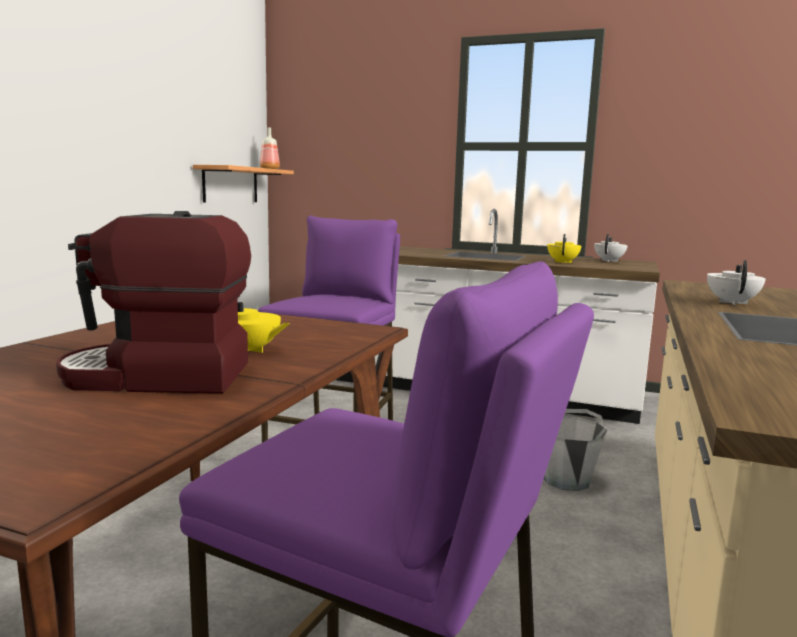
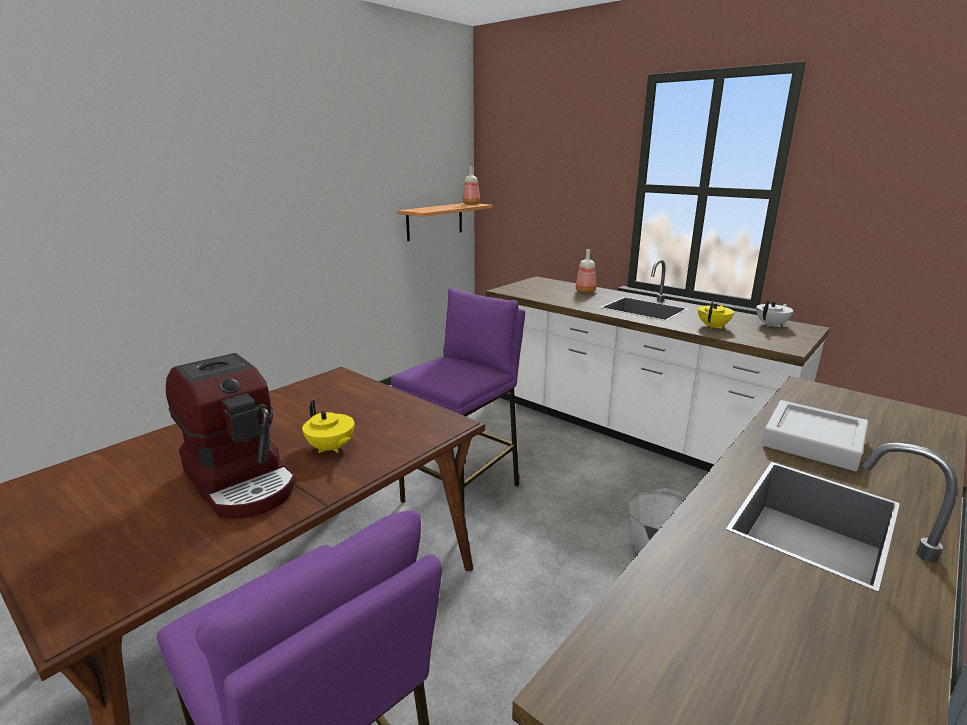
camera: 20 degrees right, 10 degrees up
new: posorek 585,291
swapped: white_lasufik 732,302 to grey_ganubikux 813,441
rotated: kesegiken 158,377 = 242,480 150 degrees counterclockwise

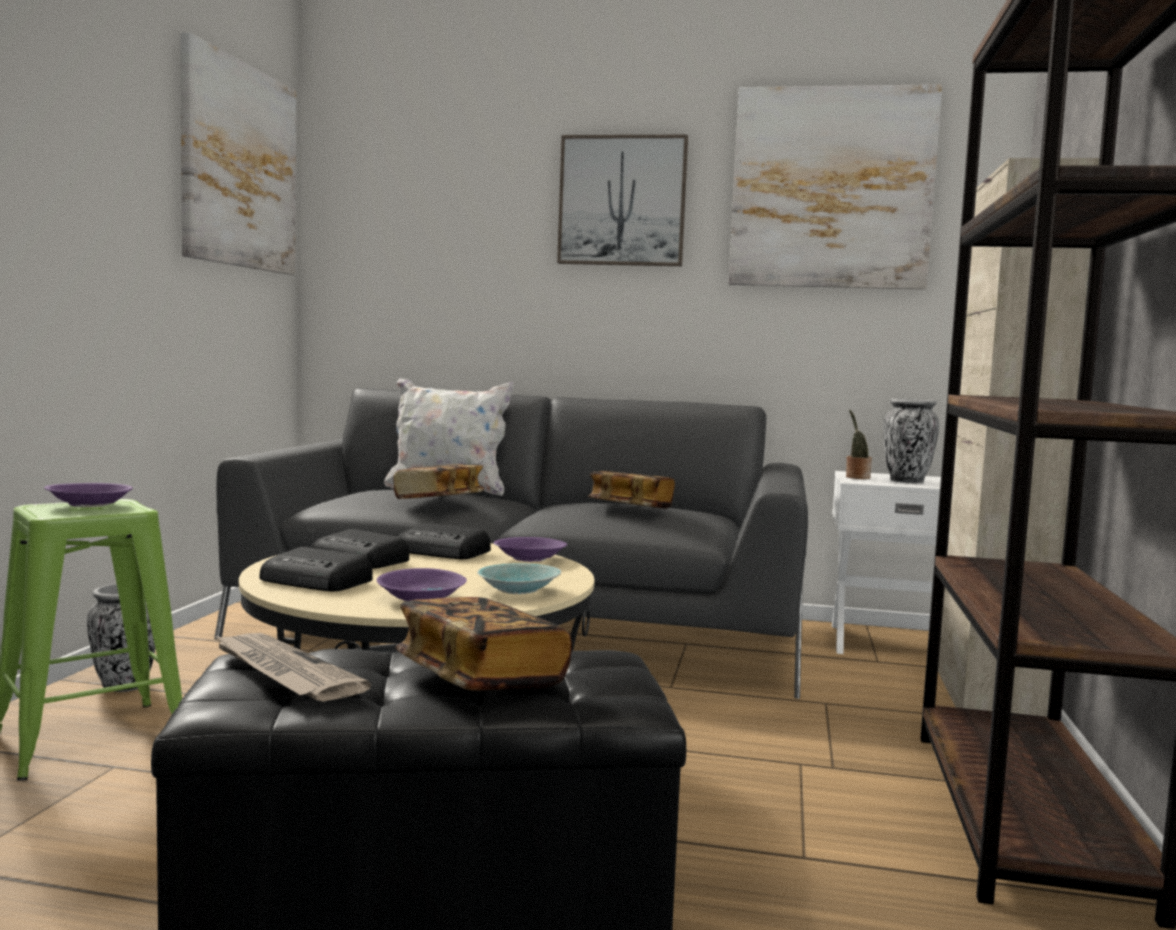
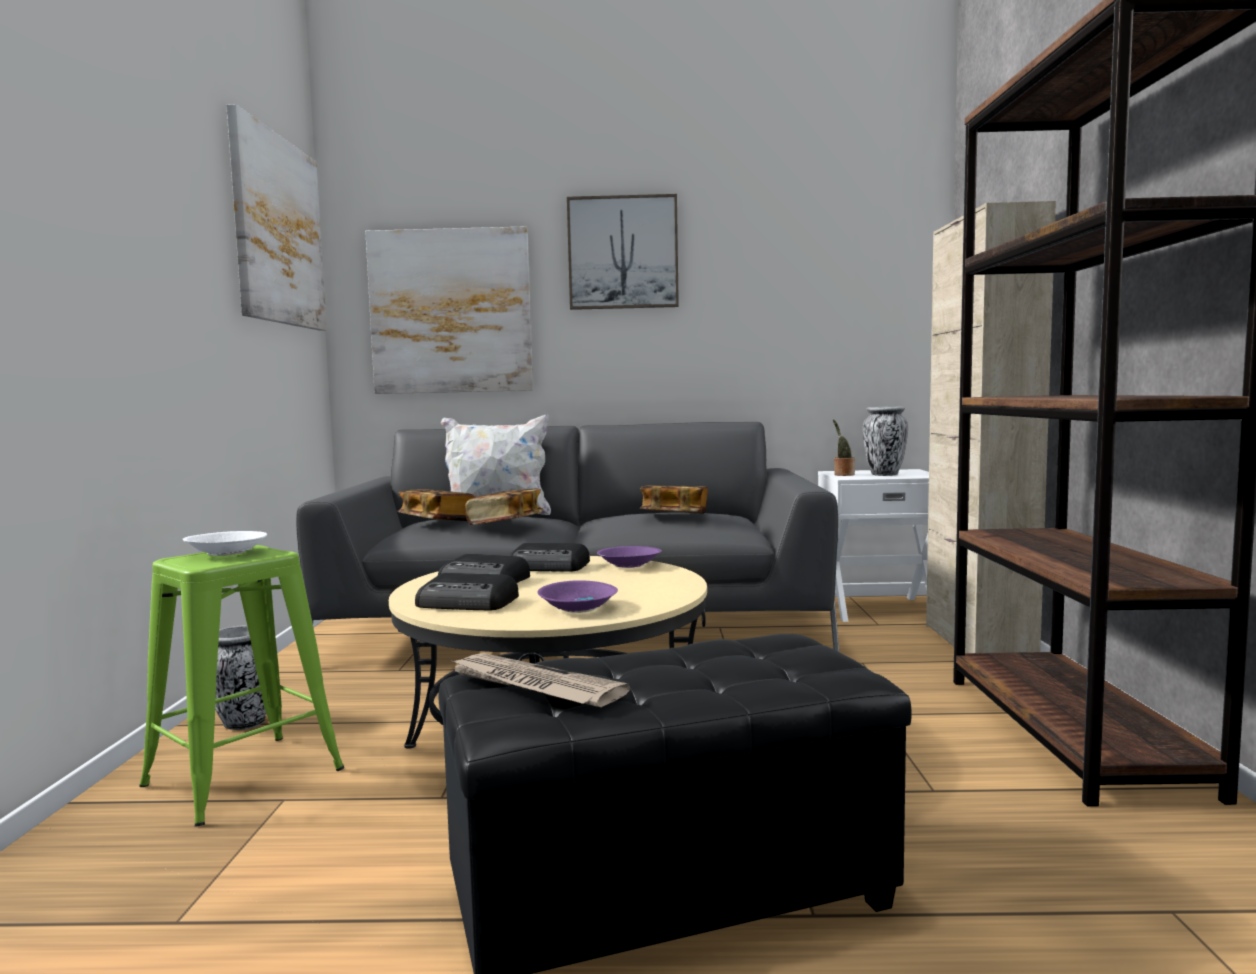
camera: 10 degrees left, 0 degrees up
gone: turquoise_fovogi 517,591
shifted: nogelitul 831,188 to 451,311; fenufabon 480,678 to 437,521
repainted: purple_fovogi 89,505 to white_fovogi 226,553

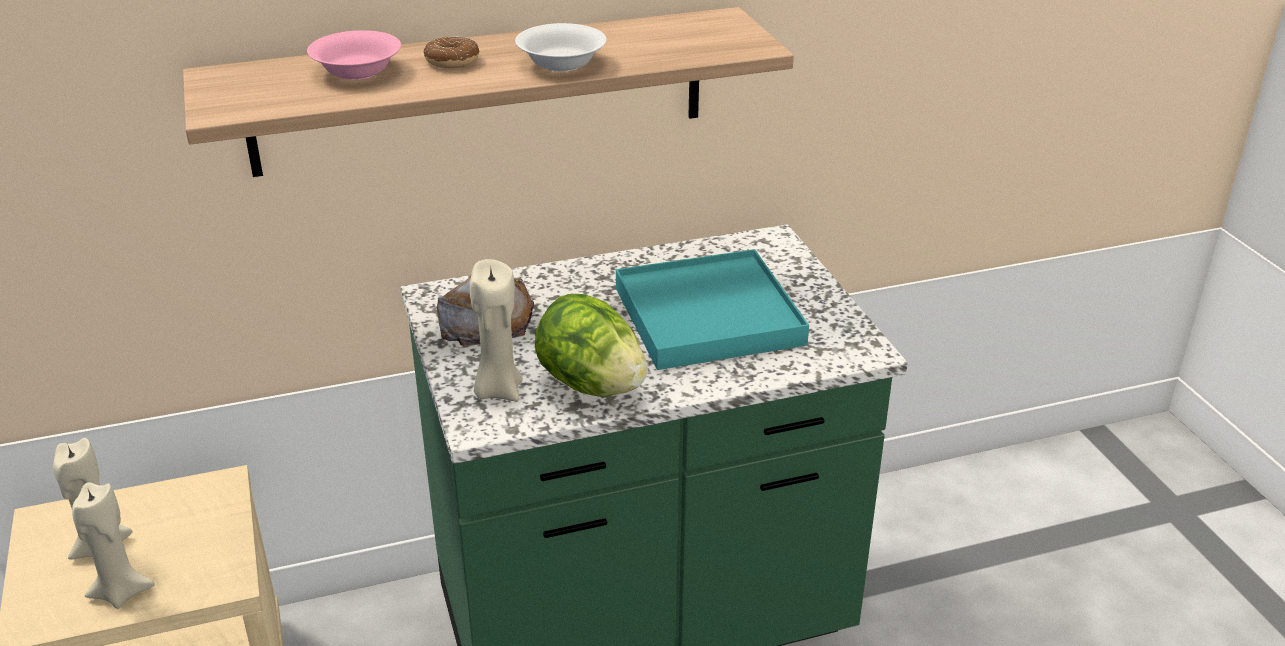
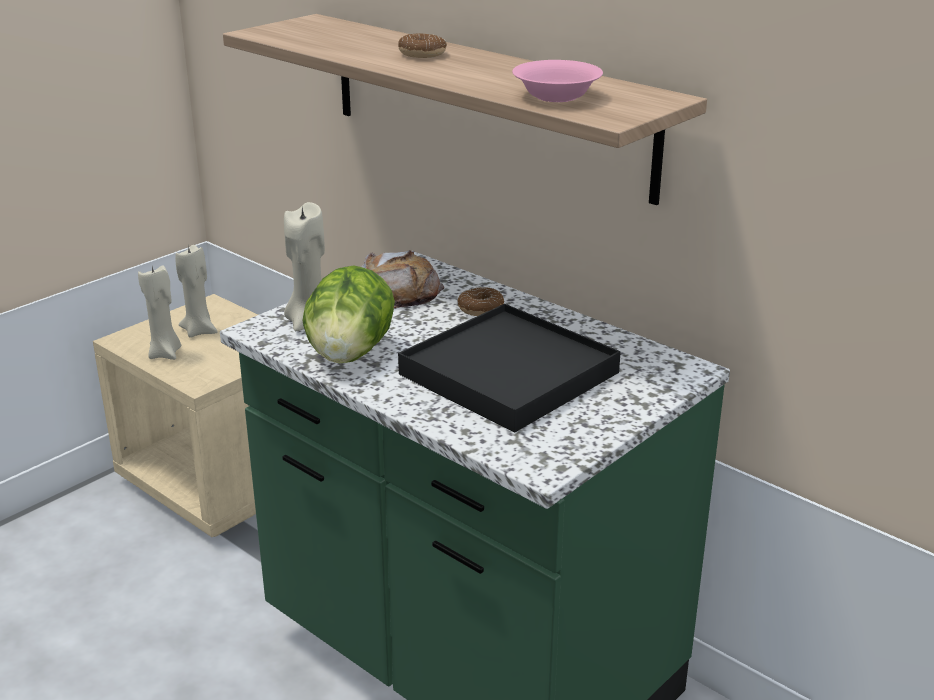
camera: 60 degrees right, 5 degrees down
gone: white_fovogi 561,63
new: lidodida 480,309
shifted: pink_fovogi 358,71 to 557,96
repainted: turquoise_ganubikux 708,316 to black_ganubikux 508,373

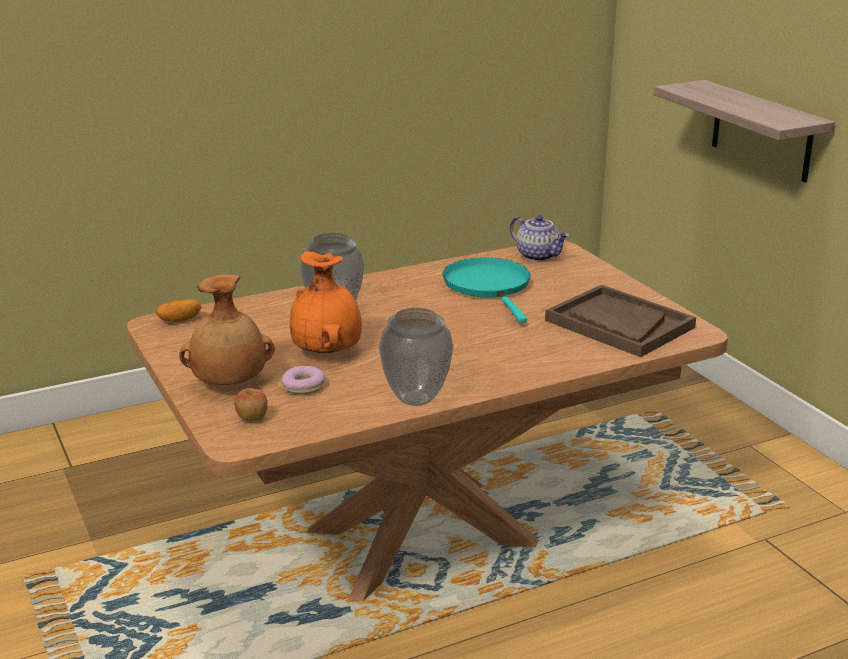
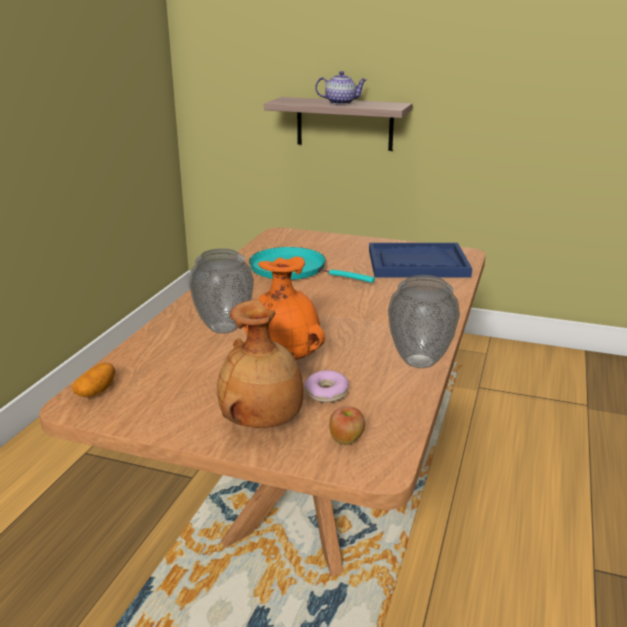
camera: 45 degrees left, 0 degrees up
shifted: lasufik 538,256 to 341,103
repainted: brown_ganubikux 618,324 to blue_ganubikux 417,263

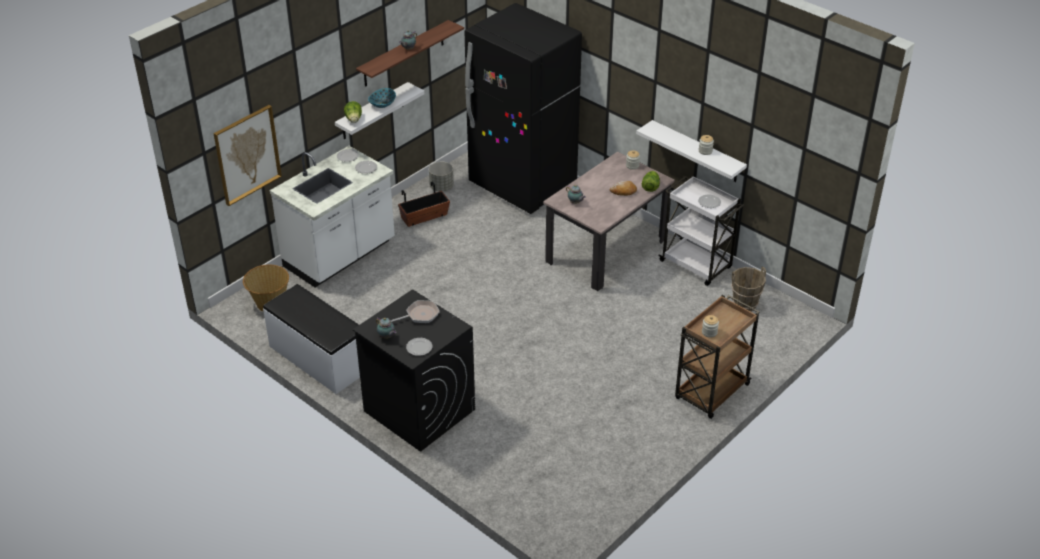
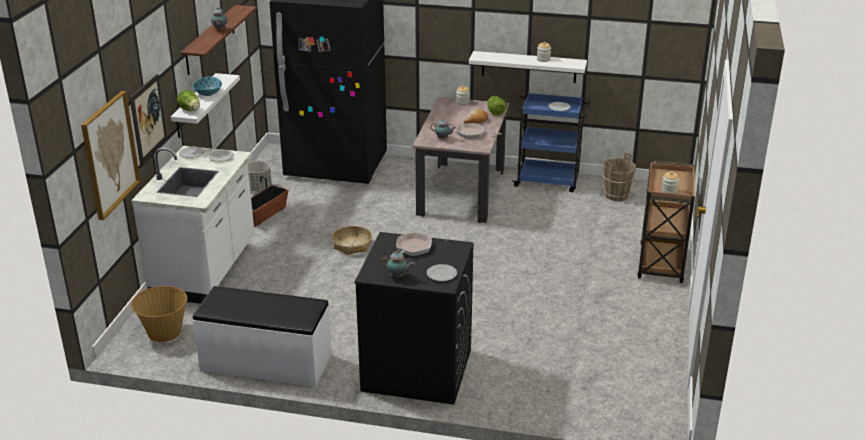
camera: 30 degrees left, 10 degrees down
new: nogelitul 148,118; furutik 473,133; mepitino 352,245
repainted: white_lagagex 696,265 to blue_lagagex 548,181

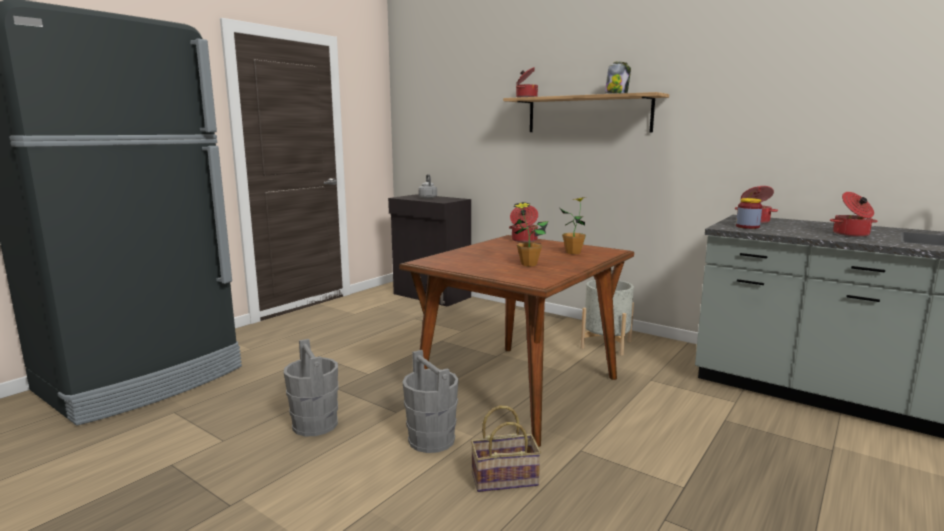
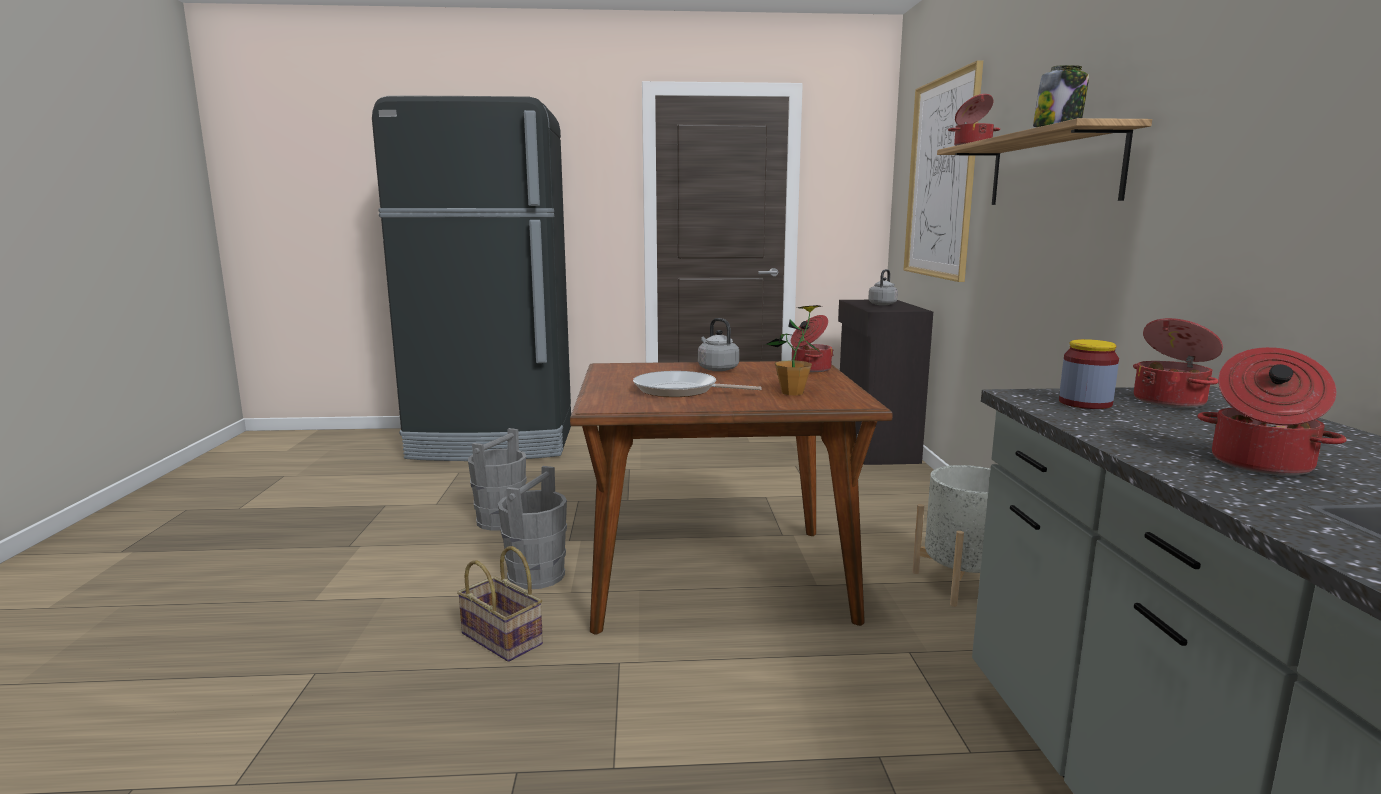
camera: 50 degrees right, 0 degrees up
new: nogelitul 941,179; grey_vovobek 716,369
swapped: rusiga 528,264 to furutik 680,390

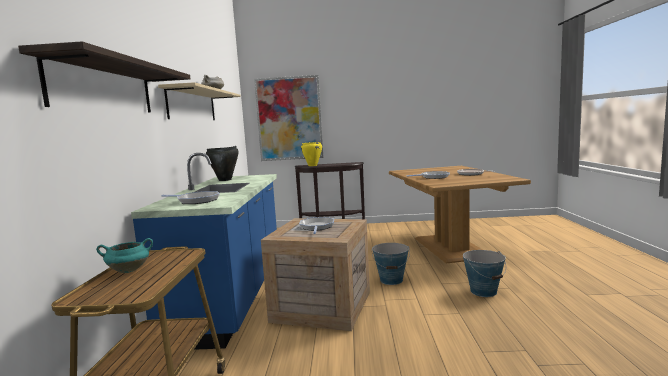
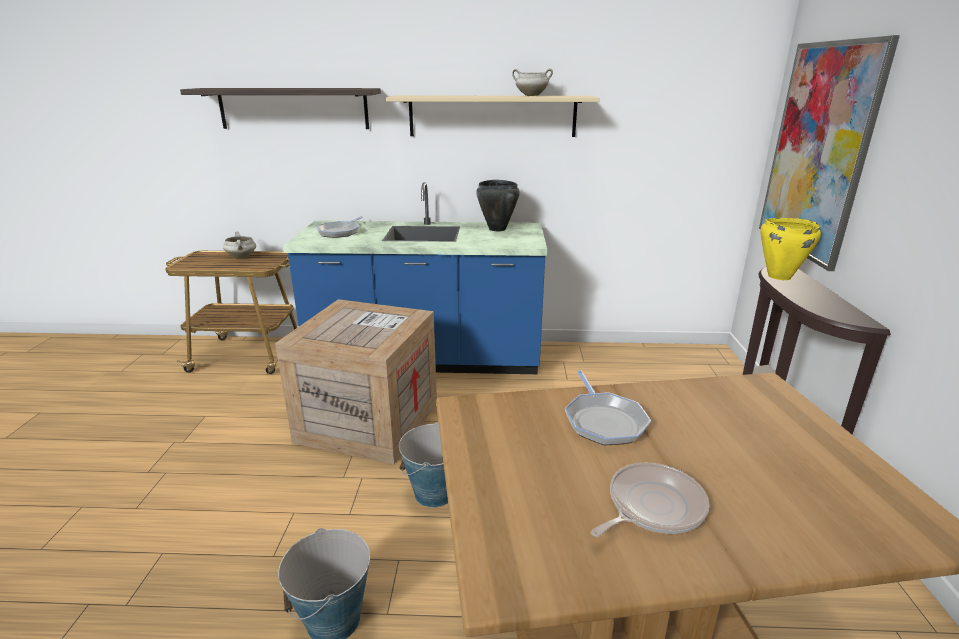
camera: 90 degrees right, 15 degrees up
gone: furutik 317,227
repainted: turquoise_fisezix 129,270 to white_fisezix 242,257

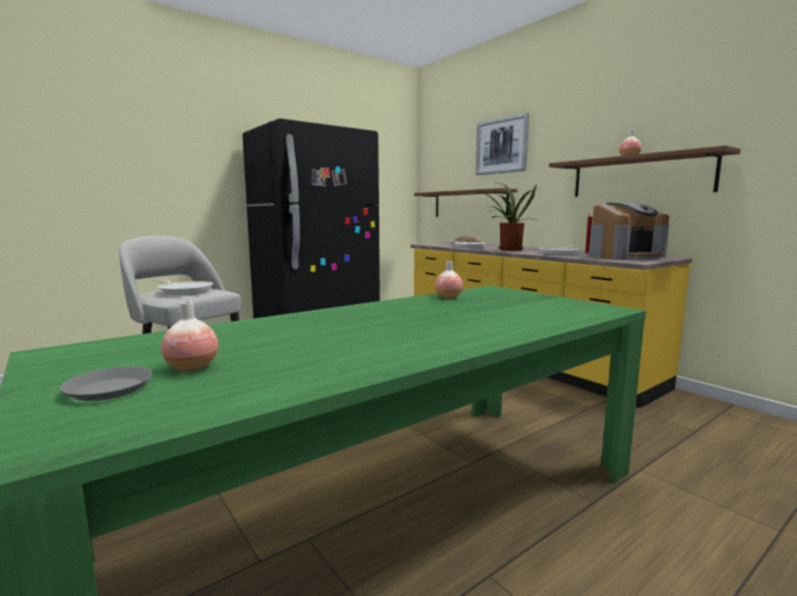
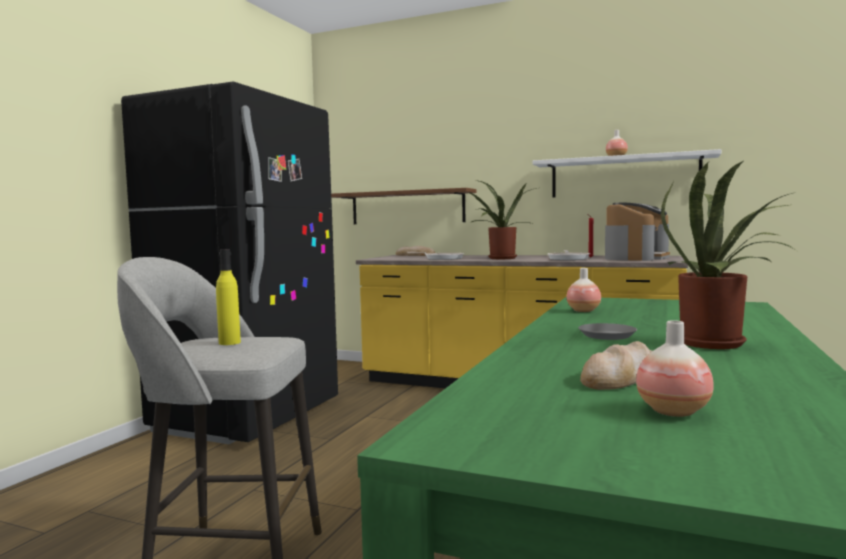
camera: 30 degrees left, 5 degrees down
gone: nogelitul 501,146
new: rusiga 718,344; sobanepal 622,375
shifted: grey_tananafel 109,389 to 607,335
swapped: furutik 184,290 to yellow_posorek 229,343
repainted: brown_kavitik 639,176 to white_kavitik 623,176

